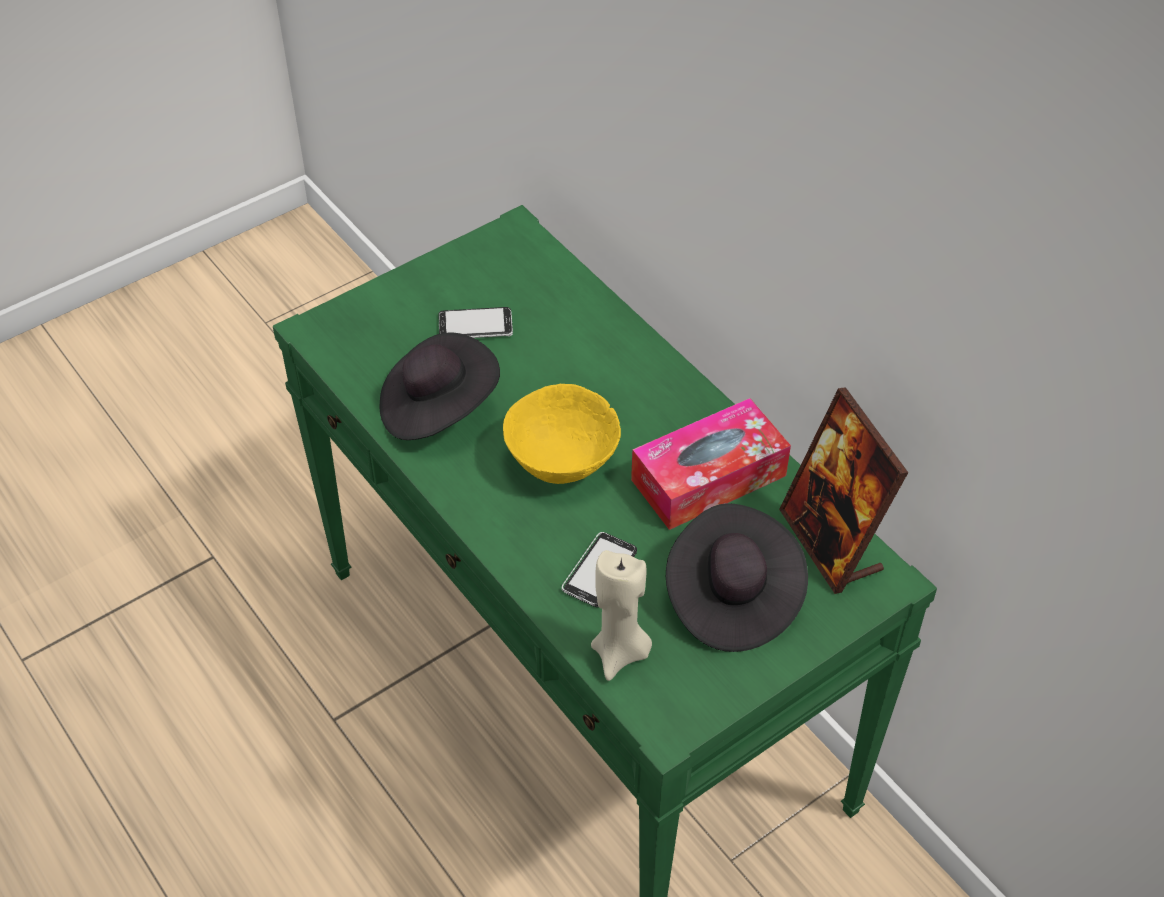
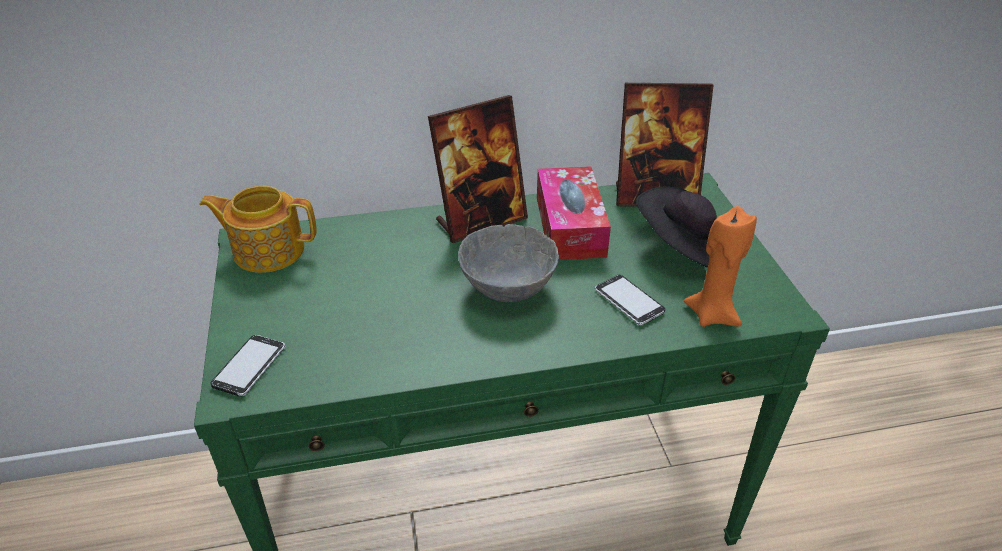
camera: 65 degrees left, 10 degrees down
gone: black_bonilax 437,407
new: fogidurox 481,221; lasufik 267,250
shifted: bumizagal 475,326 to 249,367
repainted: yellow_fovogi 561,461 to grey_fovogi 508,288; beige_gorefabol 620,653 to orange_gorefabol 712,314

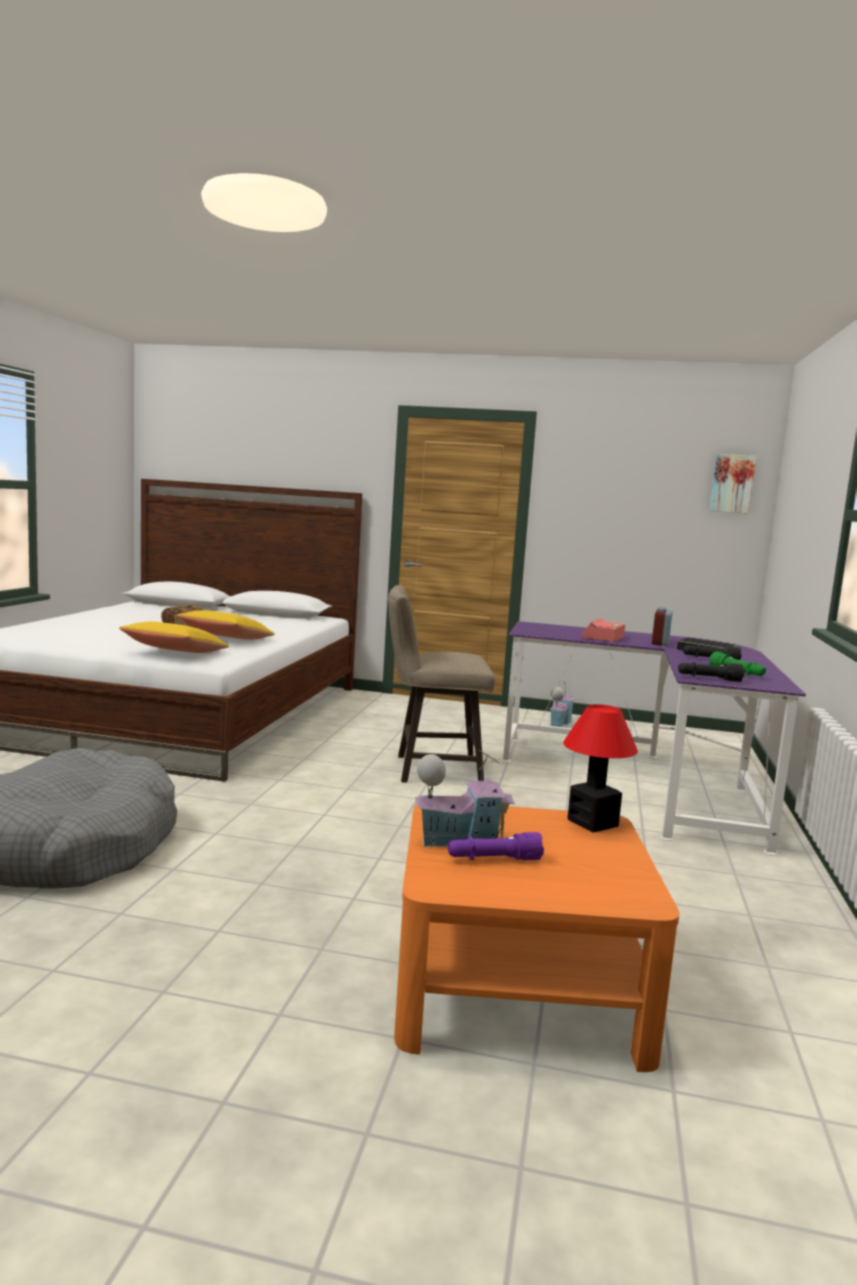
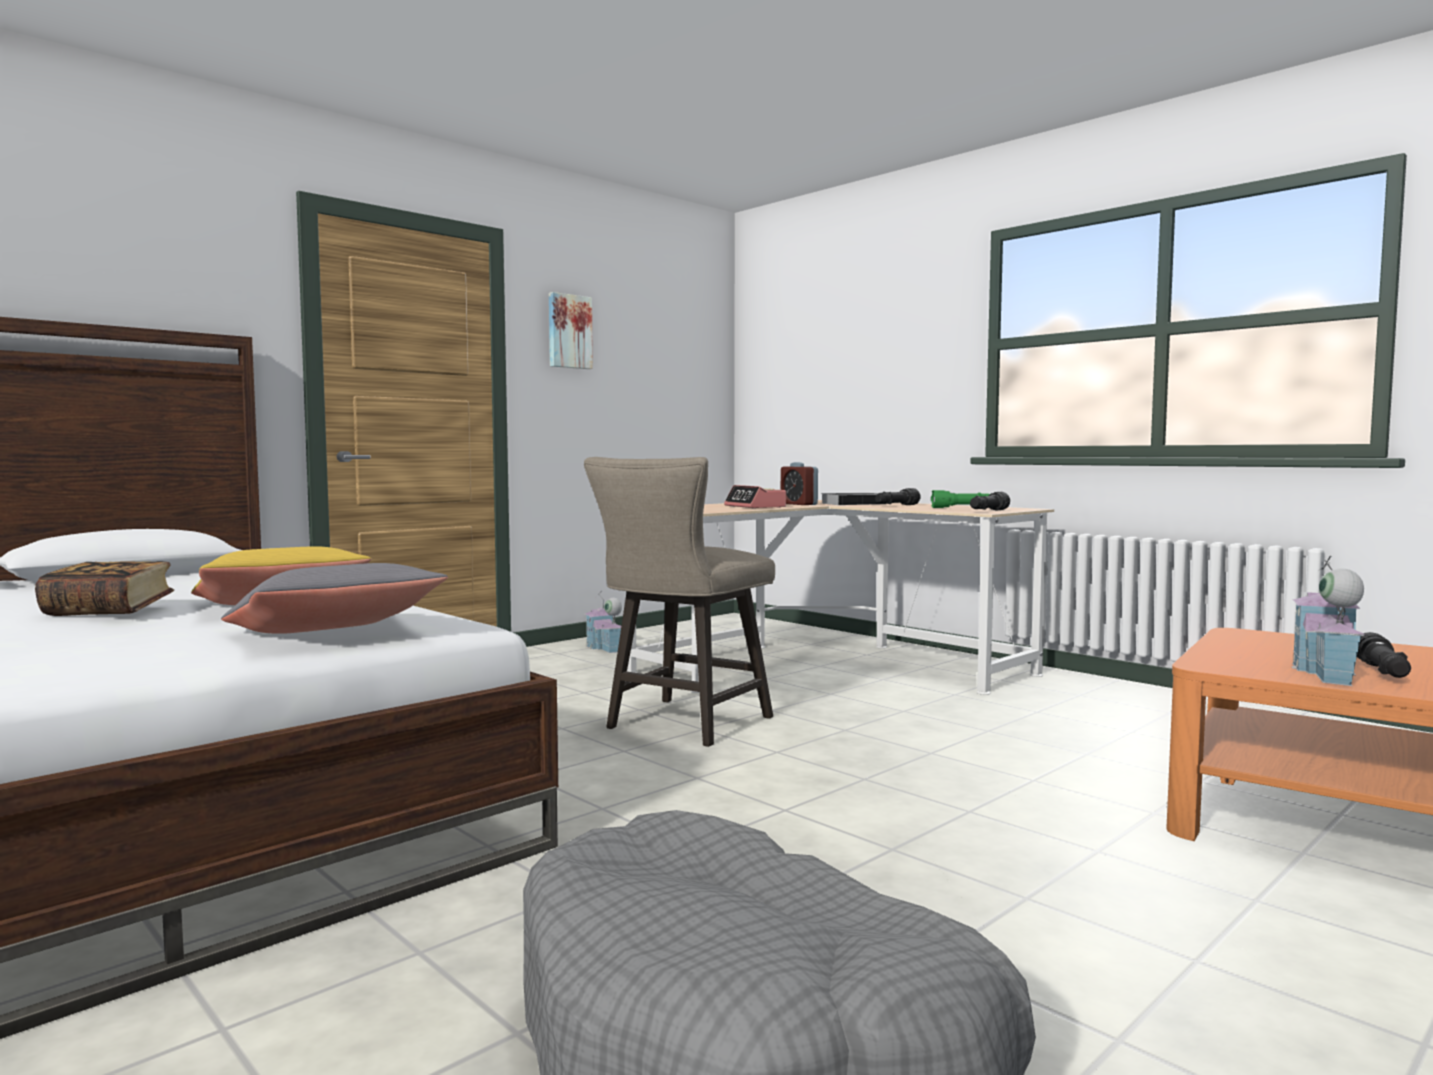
camera: 55 degrees left, 5 degrees down
gone: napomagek 591,822
shifted: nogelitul 732,483 to 569,331
repainted: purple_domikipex 647,781 to beige_domikipex 827,664; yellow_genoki 175,653 to grey_genoki 334,634; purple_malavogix 493,859 to black_malavogix 1383,672

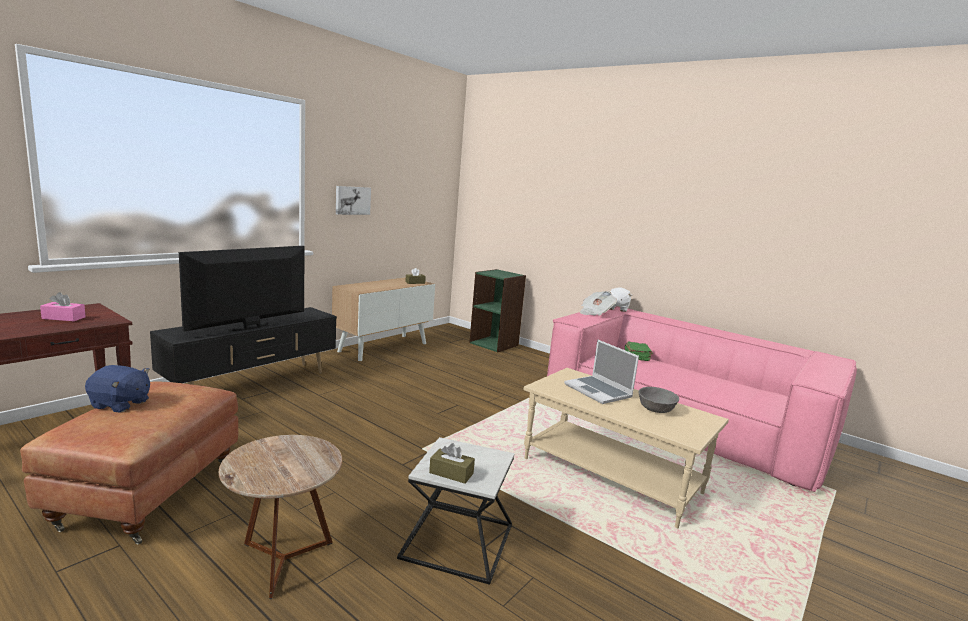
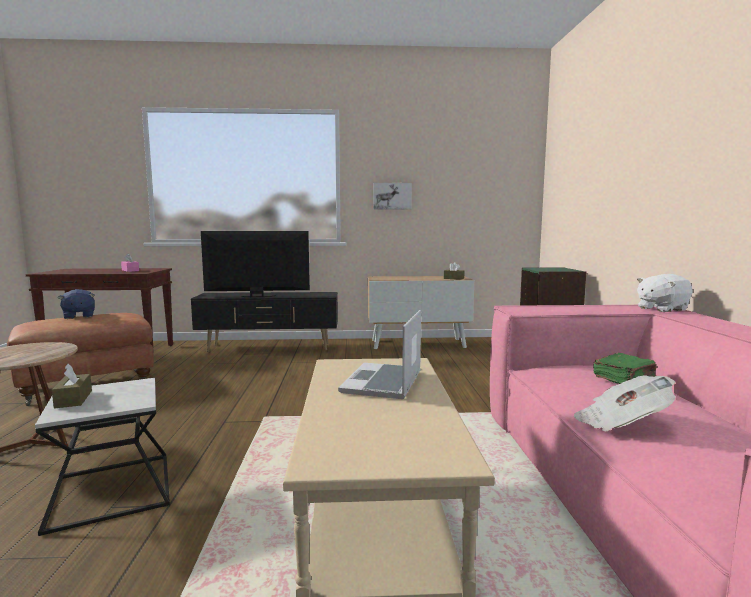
camera: 50 degrees right, 5 degrees down
gone: grey_fovogi 656,409
shifted: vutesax 595,313 to 621,424

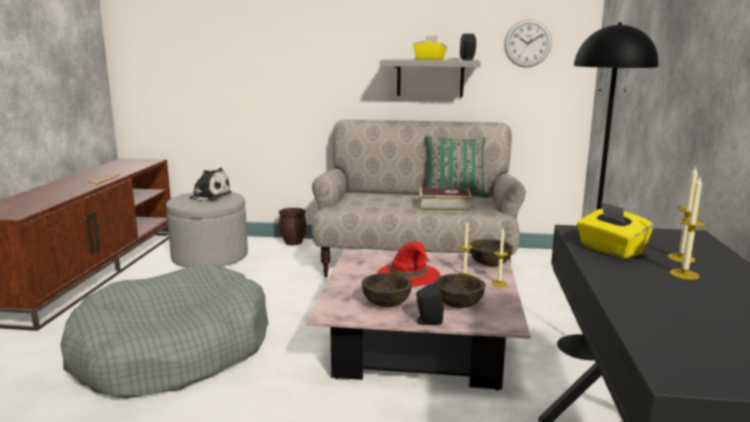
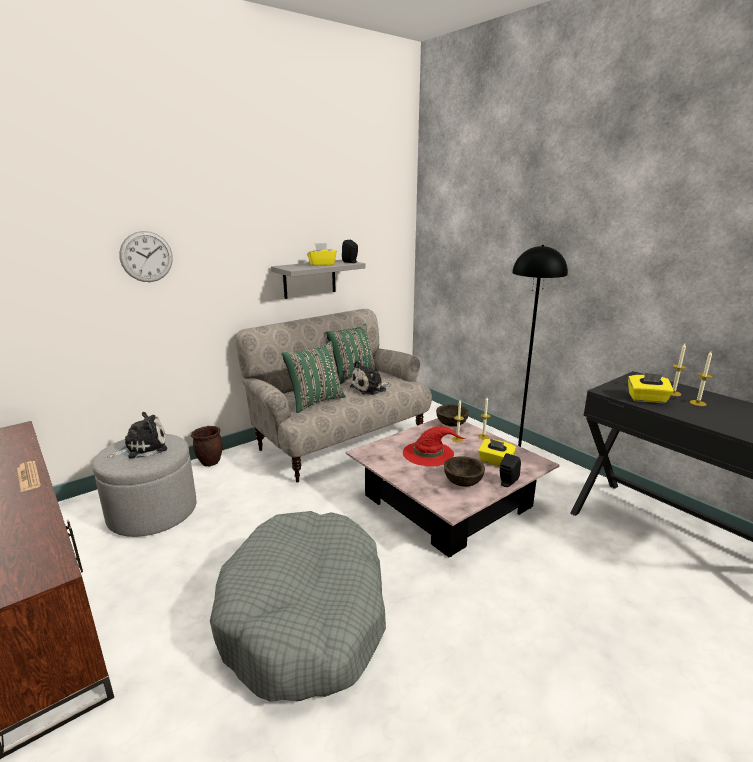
camera: 45 degrees left, 5 degrees up
new: green_genoki 315,402
shifted: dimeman 527,43 to 146,256
swapped: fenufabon 444,207 to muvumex 370,388; brown_fovogi 459,304 to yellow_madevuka 495,462

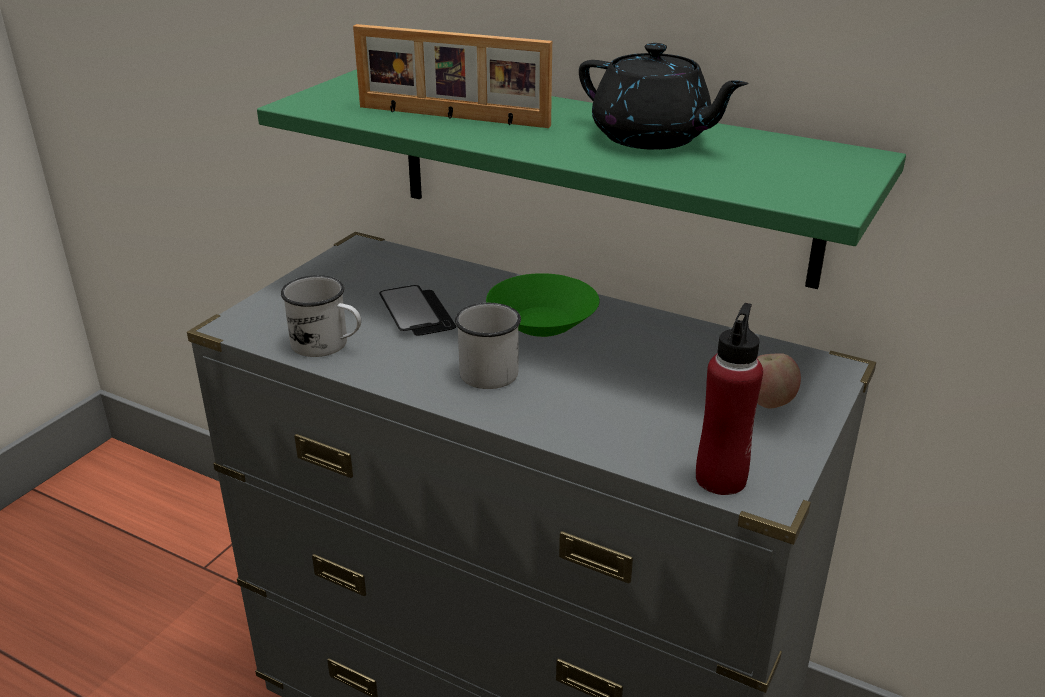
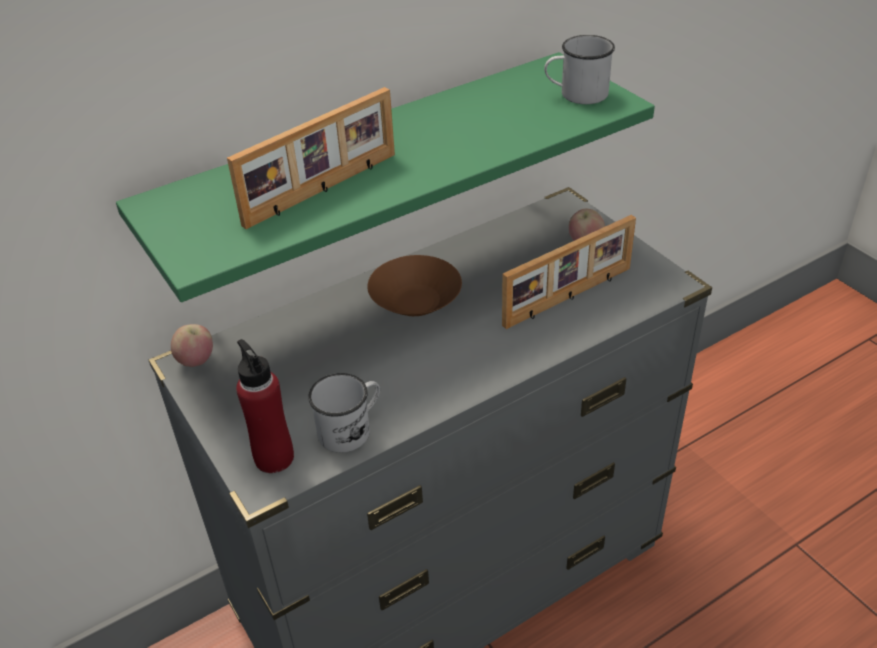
camera: 60 degrees left, 10 degrees up
gone: black_lasufik 652,138; bumizagal 417,313
new: fogidurox 569,297; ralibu 196,361
shifted: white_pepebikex 483,369 to 576,94; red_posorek 721,478 to 274,457
repainted: green_fovogi 543,325 to brown_fovogi 416,302

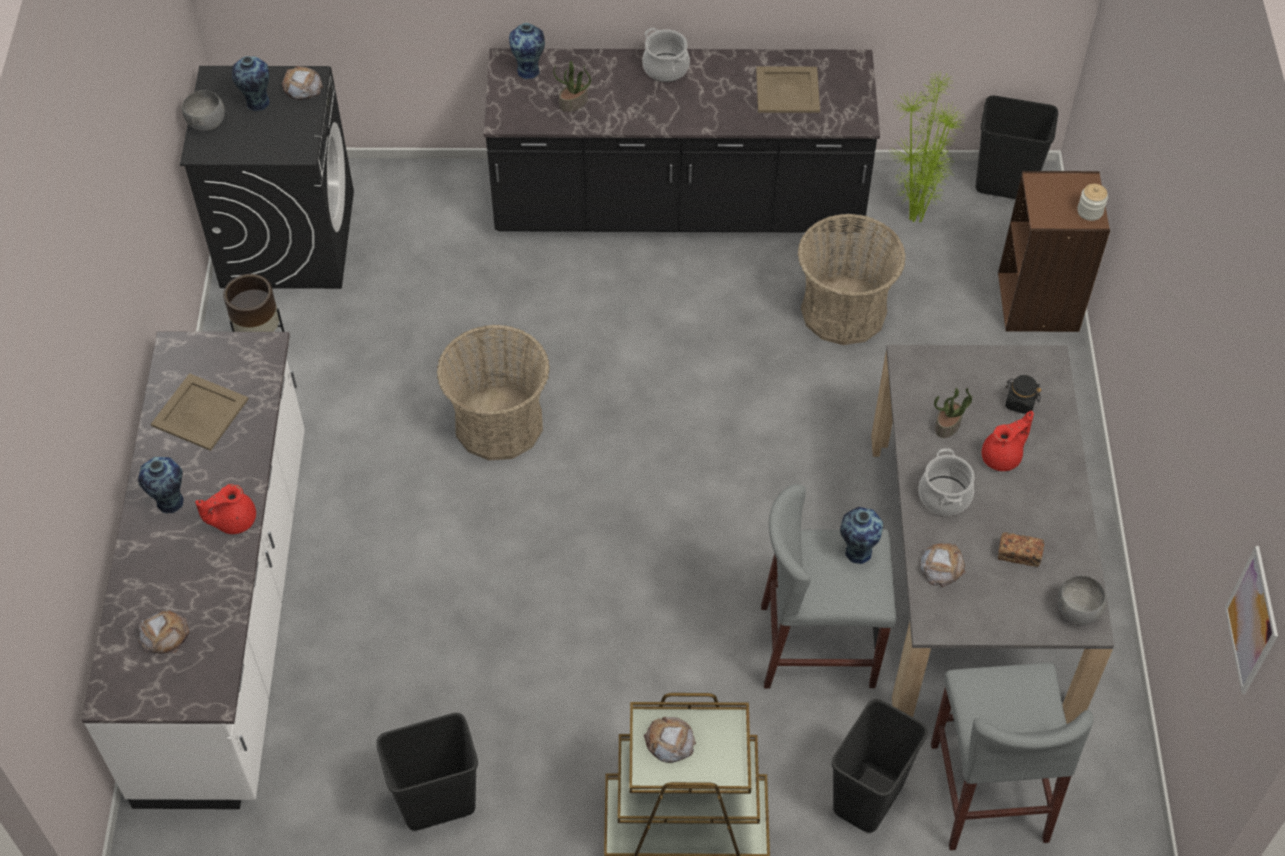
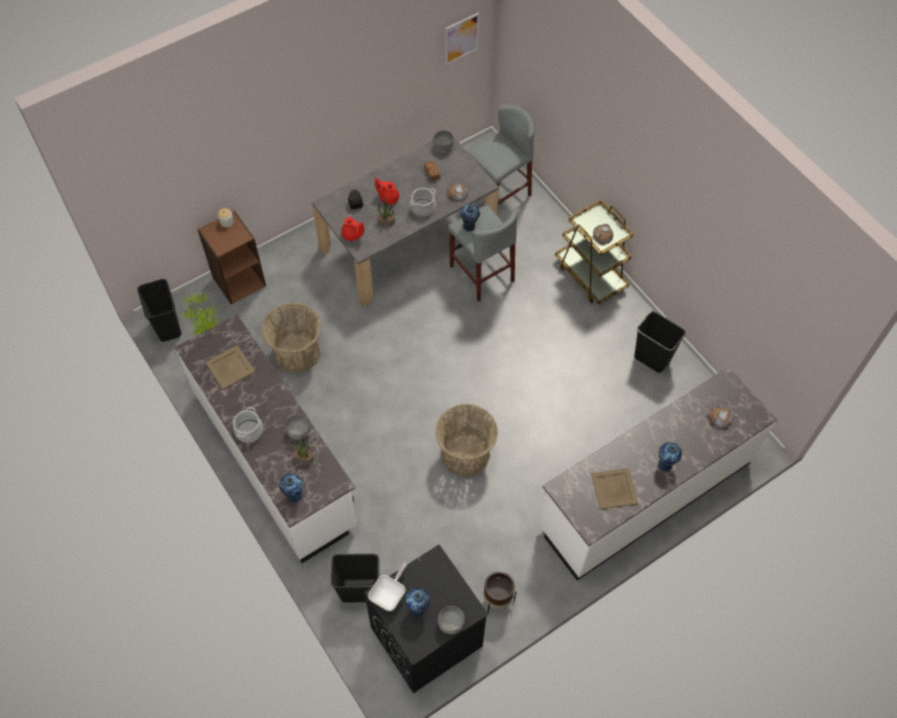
camera: 125 degrees left, 5 degrees up
new: grey_fovogi 299,431
shifted: red_lasufik 233,520 to 352,235; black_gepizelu 868,798 to 359,590
swapped: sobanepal 302,87 to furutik 390,594
repainted: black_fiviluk 678,207 to white_fiviluk 275,459

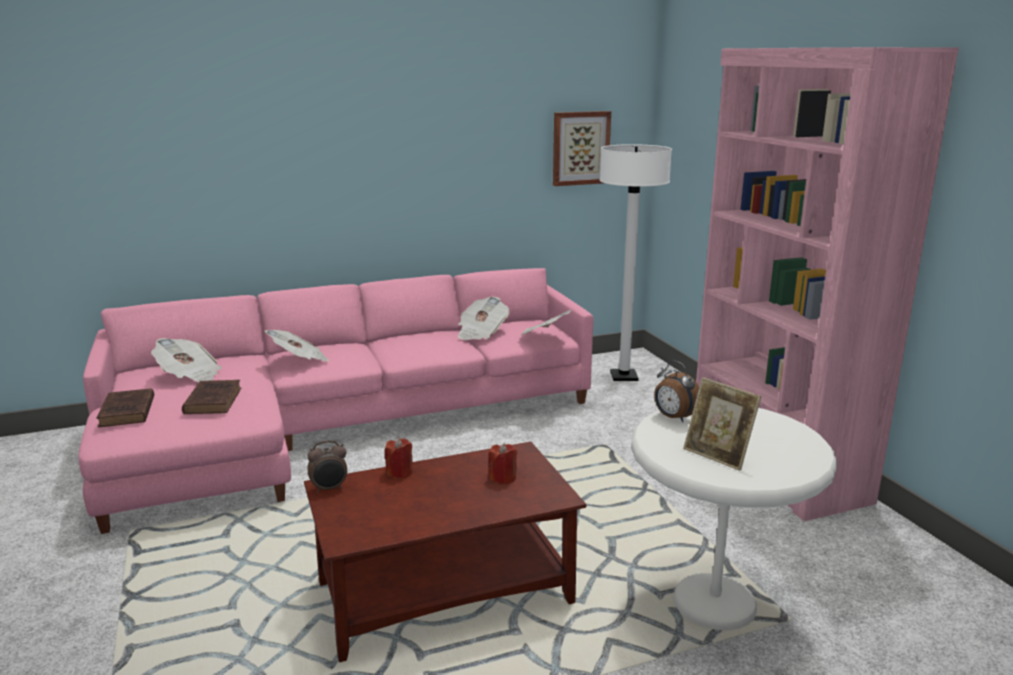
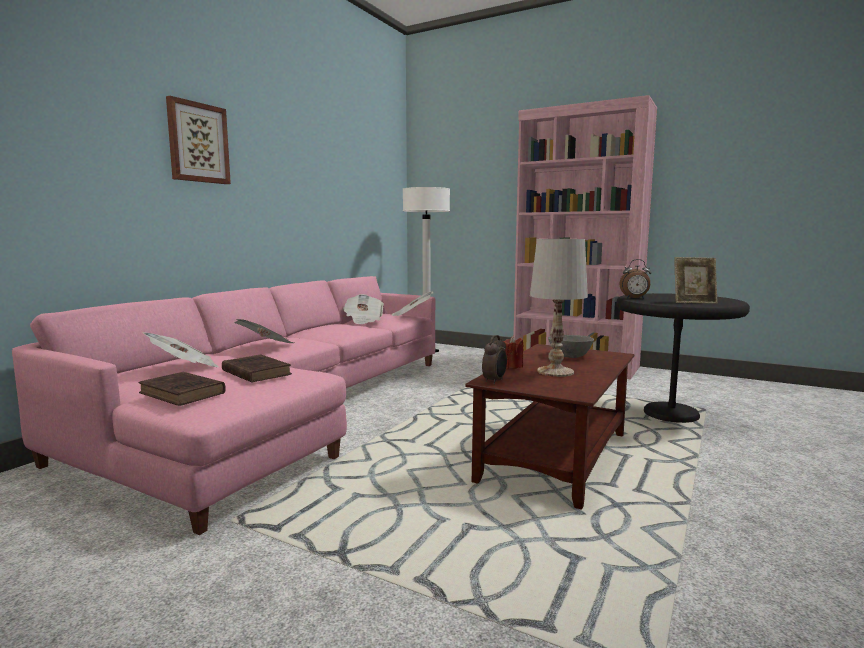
camera: 40 degrees left, 10 degrees down
new: white_napomagek 555,372
shifted: nogelitul 580,148 to 198,143
swapped: red_gorefabol 503,478 to grey_fovogi 570,356
repainted: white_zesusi 714,604 to black_zesusi 671,414

